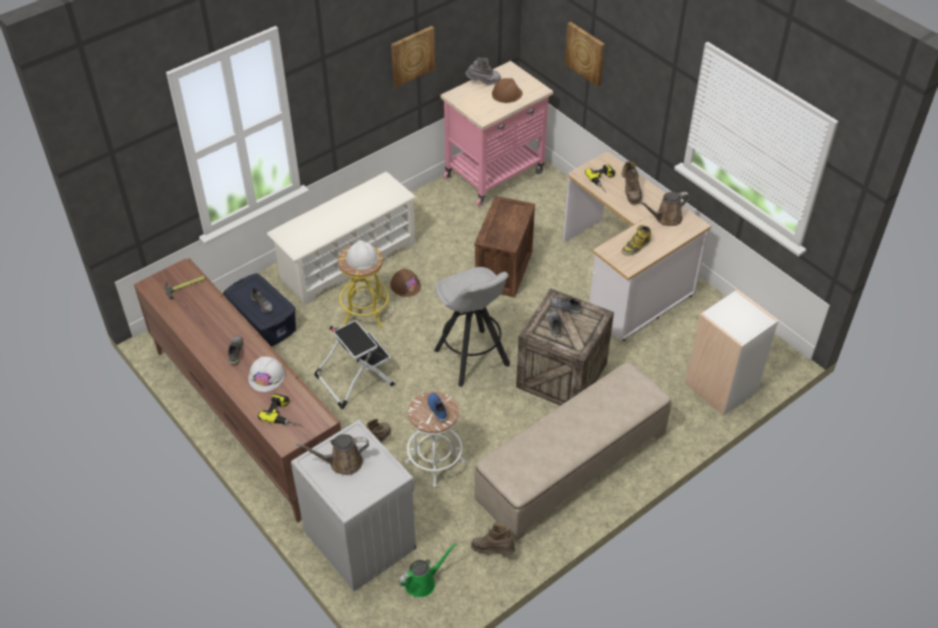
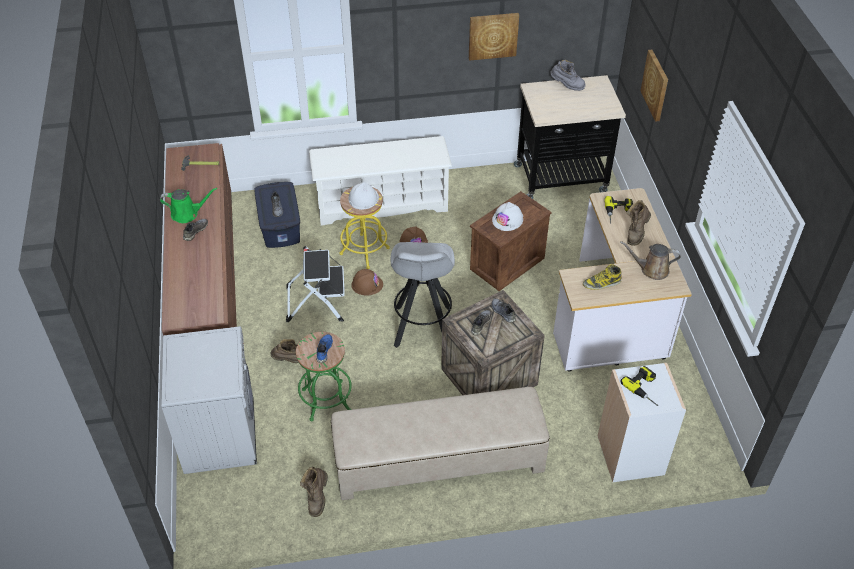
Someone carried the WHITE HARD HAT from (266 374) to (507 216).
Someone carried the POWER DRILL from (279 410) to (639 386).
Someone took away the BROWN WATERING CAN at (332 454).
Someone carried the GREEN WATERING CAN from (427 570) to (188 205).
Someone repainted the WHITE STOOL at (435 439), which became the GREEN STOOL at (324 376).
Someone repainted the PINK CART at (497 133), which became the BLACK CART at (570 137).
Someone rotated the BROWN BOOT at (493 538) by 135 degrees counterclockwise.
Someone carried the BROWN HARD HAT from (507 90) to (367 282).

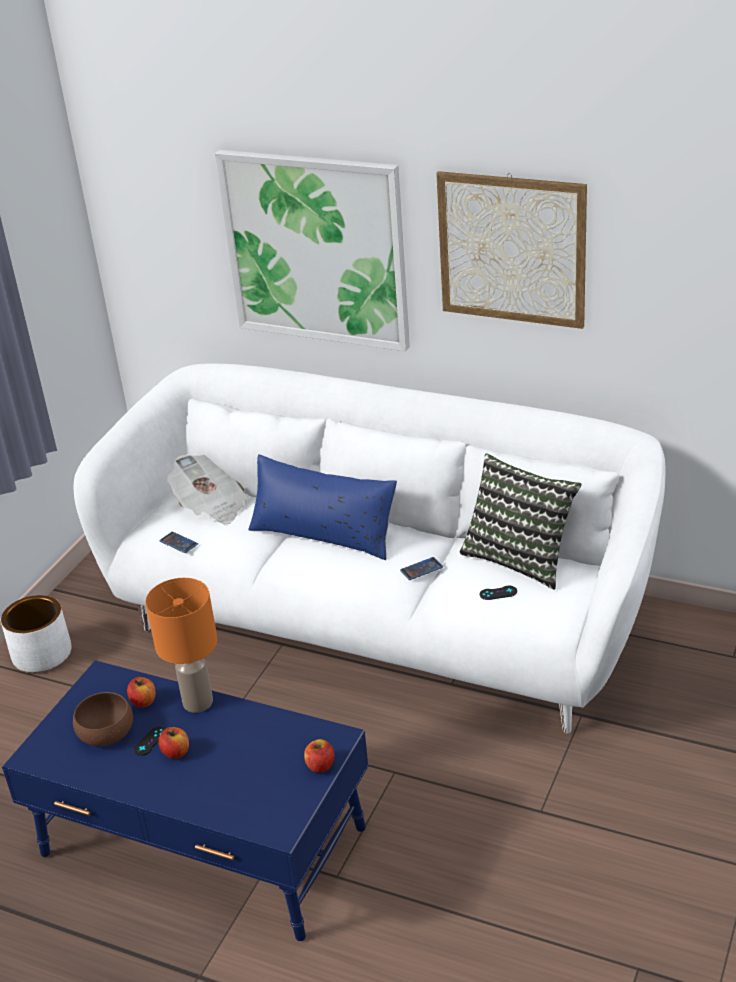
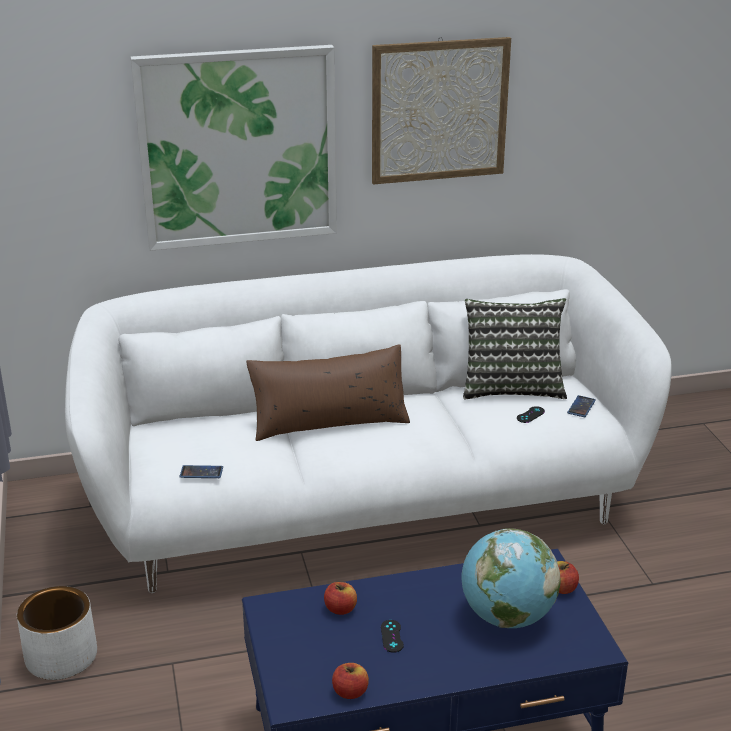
Someone took away the BROWN BOWL at (103 719).
Someone took away the ORANGE TABLE LAMP at (181 645).
Someone carried the APPLE from (173 743) to (350 681).
Someone took away the NEWSPAPER at (208 489).
Someone repainted the BLUE PILLOW at (322 507), which became the BROWN PILLOW at (328 392).
Someone carried the PHONE from (421 568) to (581 406).
Someone put down the GLOBE at (511 578).

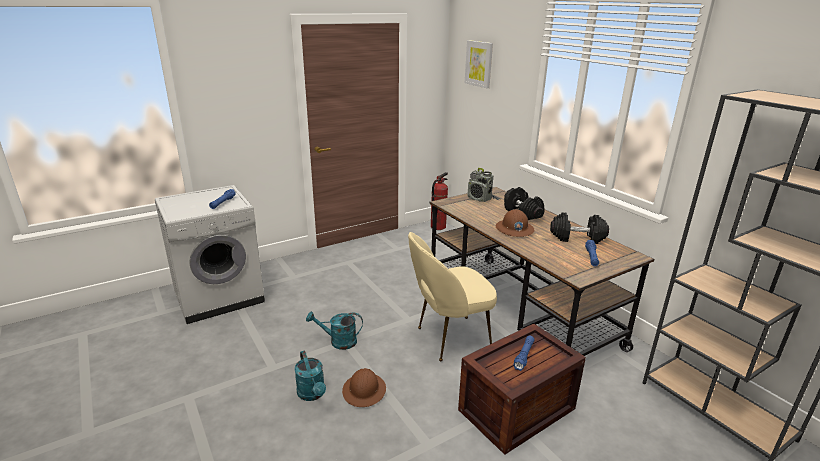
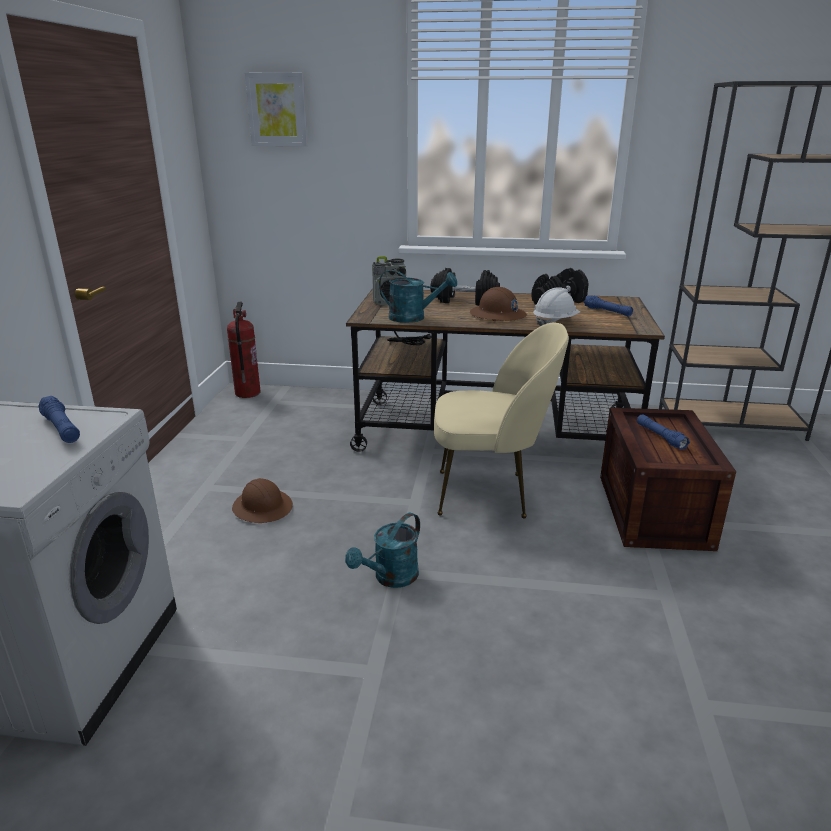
Someone carried the TURQUOISE WATERING CAN from (310 376) to (418 296).
Someone carried the BROWN HARD HAT from (364 387) to (262 500).
Someone rotated the BEIGE CHAIR at (452 297) by 105 degrees counterclockwise.
Someone put down the WHITE HARD HAT at (556 306).

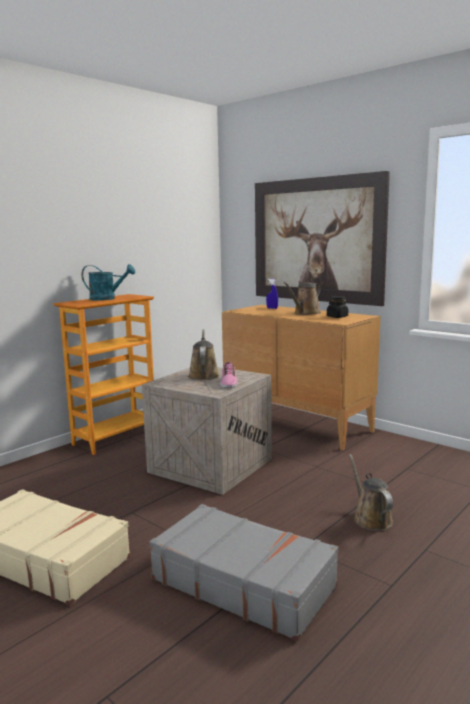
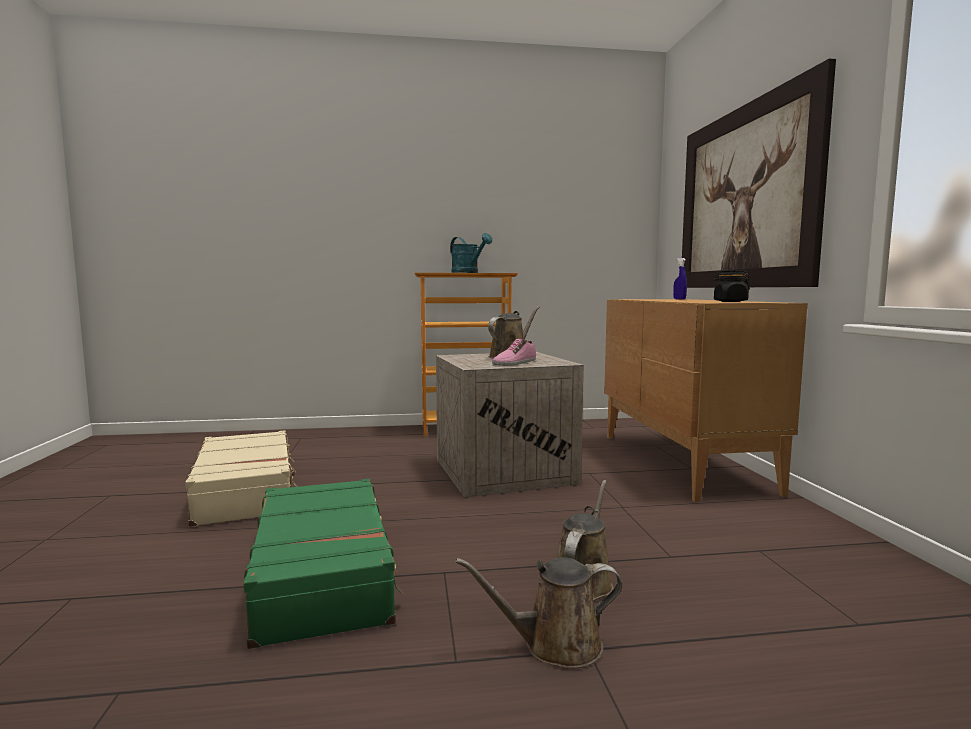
Someone repainted the GREY SUITCASE at (243 572), which became the GREEN SUITCASE at (324 564).
Someone carried the BROWN WATERING CAN from (302 298) to (539 613).

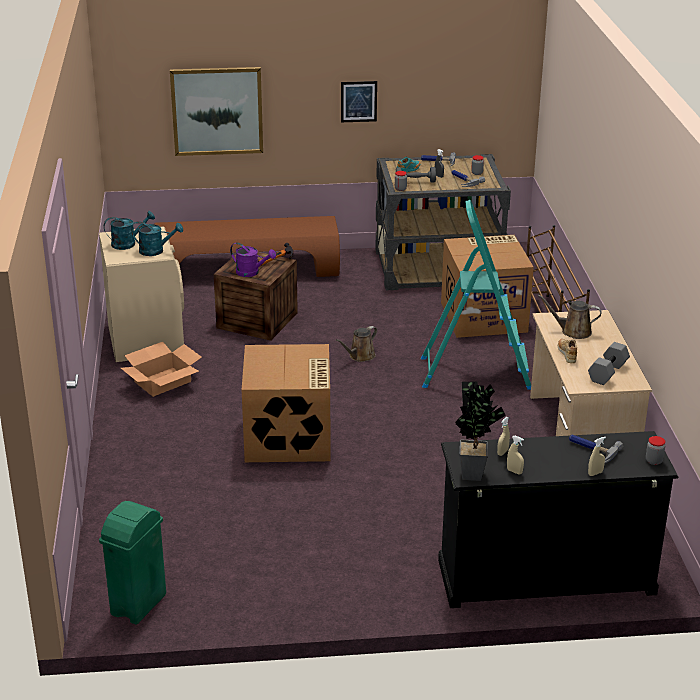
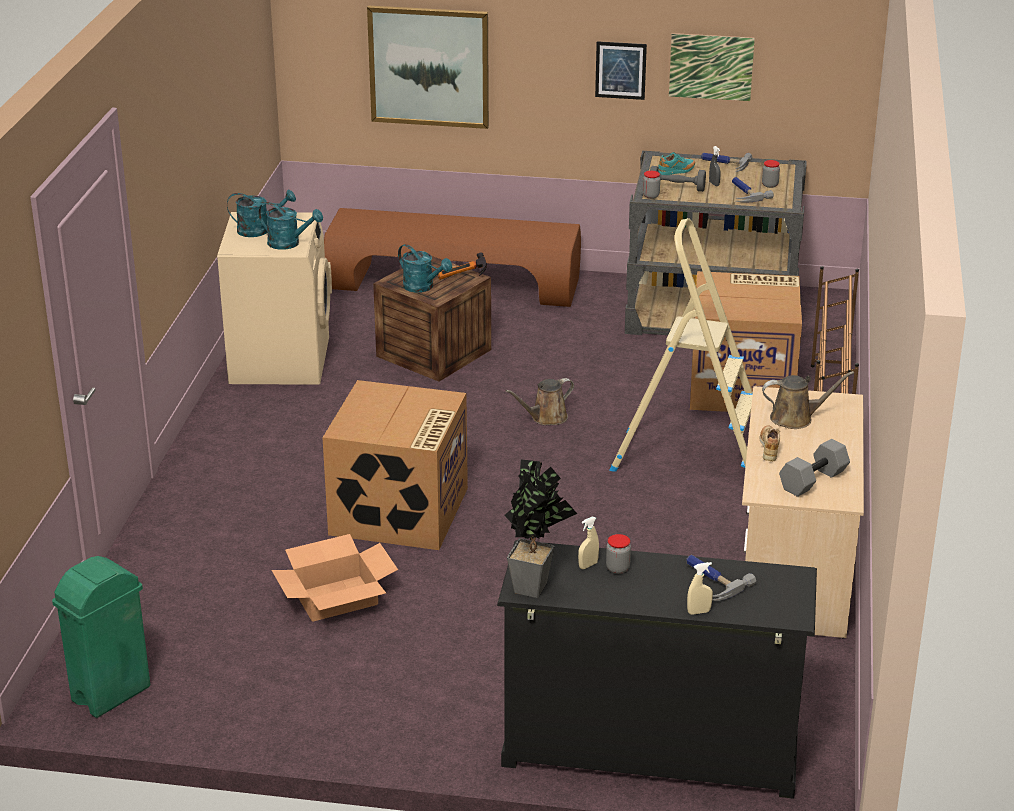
Someone carried the CARDBOARD BOX from (161 369) to (335 578).
Someone repainted the PURPLE WATERING CAN at (253 259), which became the TURQUOISE WATERING CAN at (425 268).
Someone repainted the TURQUOISE STEP LADDER at (476 295), which became the BEIGE STEP LADDER at (681 345).
Someone took away the BEIGE SPRAY BOTTLE at (515 455).
Someone rotated the BROWN WATERING CAN at (570 316) by 150 degrees clockwise.
Someone carried the JAR from (656 450) to (618 554).
Someone put up the PICTURE at (712 67).

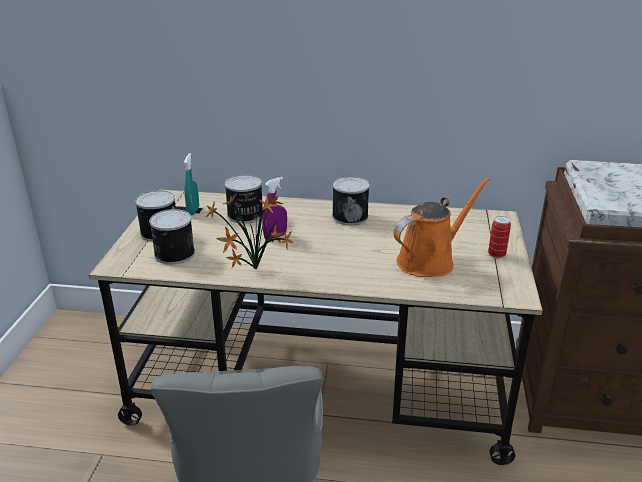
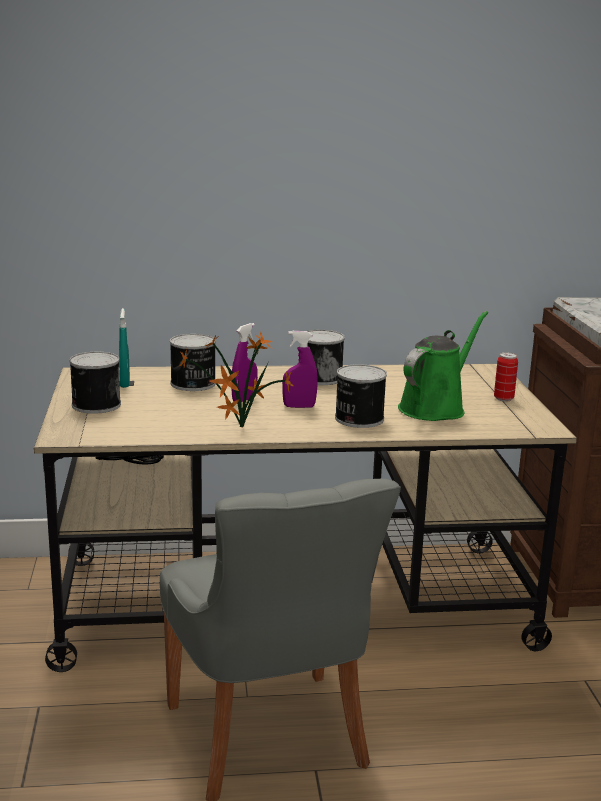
Someone carried the CAN from (172 237) to (361 396).
Someone repainted the ORANGE WATERING CAN at (442 227), which became the GREEN WATERING CAN at (443 366).
Someone put down the PURPLE SPRAY BOTTLE at (300 369).

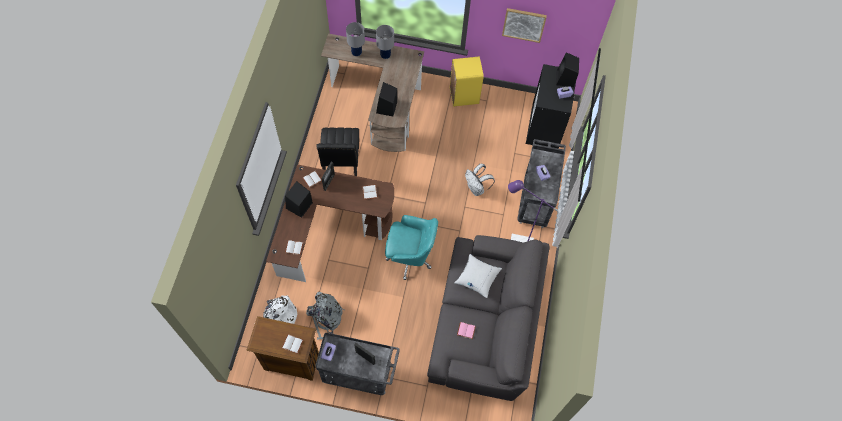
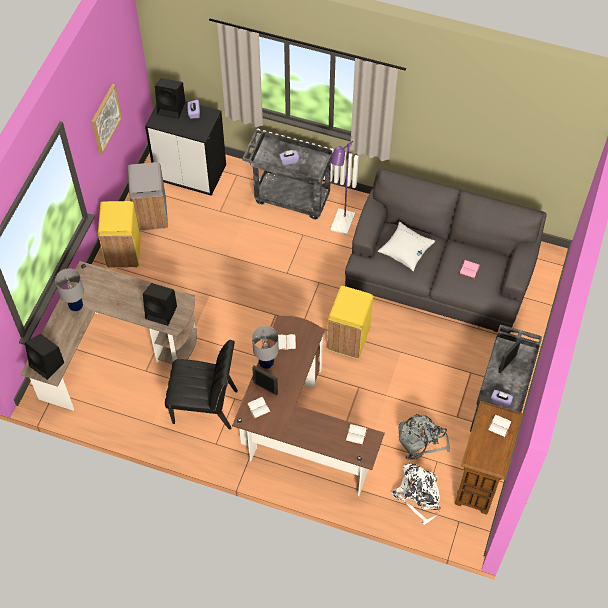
Someone carried the BLACK SPEAKER from (299 199) to (44 357).
Someone carried the GREY TABLE LAMP from (355 39) to (265 347).
Someone swapped the TURQUOISE OFFICE CHAIR at (411 247) for the YELLOW TRASH CAN at (350 322).
Someone took away the WHITE BACKPACK at (480 180).
Someone put down the GREY TRASH CAN at (148 196).

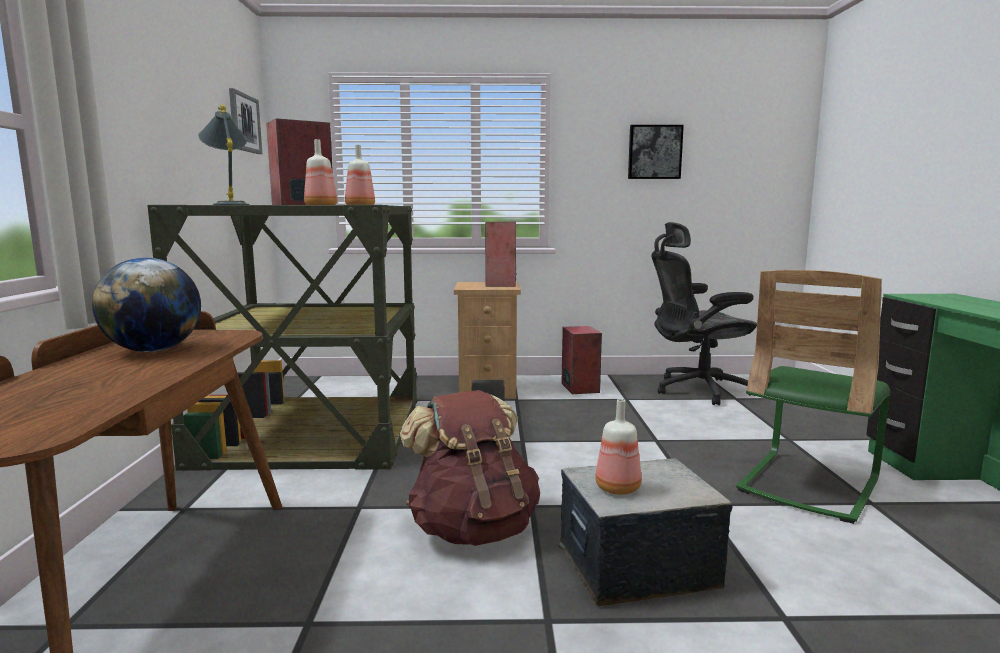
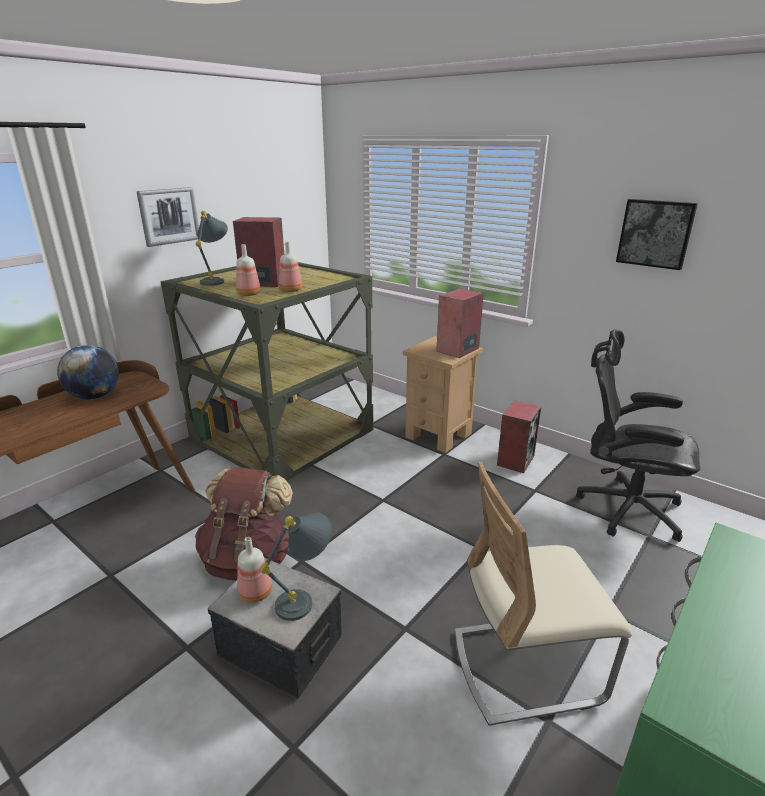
Someone carried the PICTURE from (245 121) to (167 217).
Someone repainted the GREEN CHAIR at (813 397), which became the BEIGE CHAIR at (543 593).
Someone put down the GREY TABLE LAMP at (296 567).

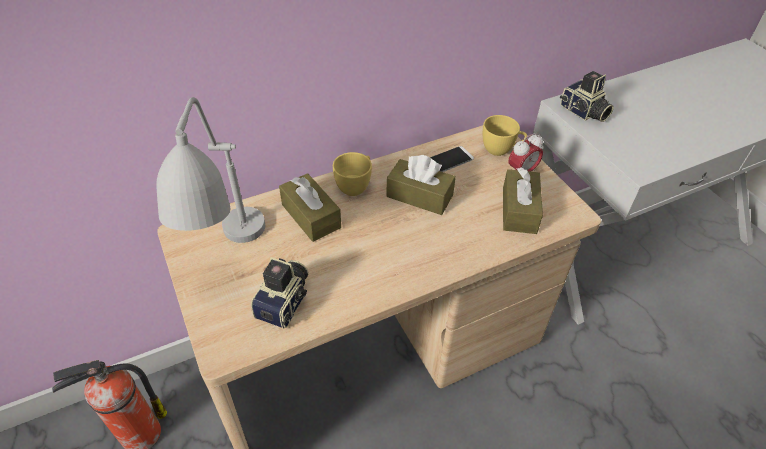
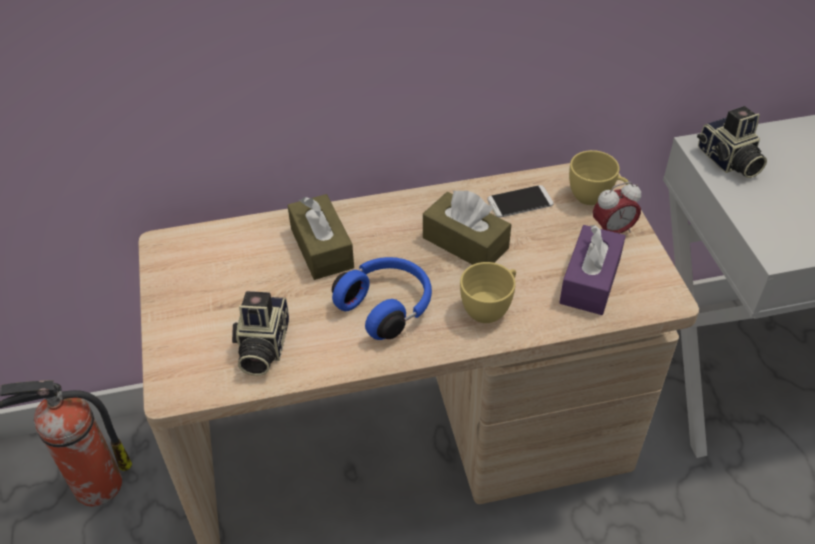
Someone took away the GREY TABLE LAMP at (211 170).
Someone rotated the PHOTO CAMERA at (280 293) by 150 degrees clockwise.
Someone carried the YELLOW CUP from (352 174) to (488 292).
Someone repainted the BROWN TISSUE BOX at (523 201), which became the PURPLE TISSUE BOX at (592 270).
Someone put down the BLUE HEADPHONES at (382 298).

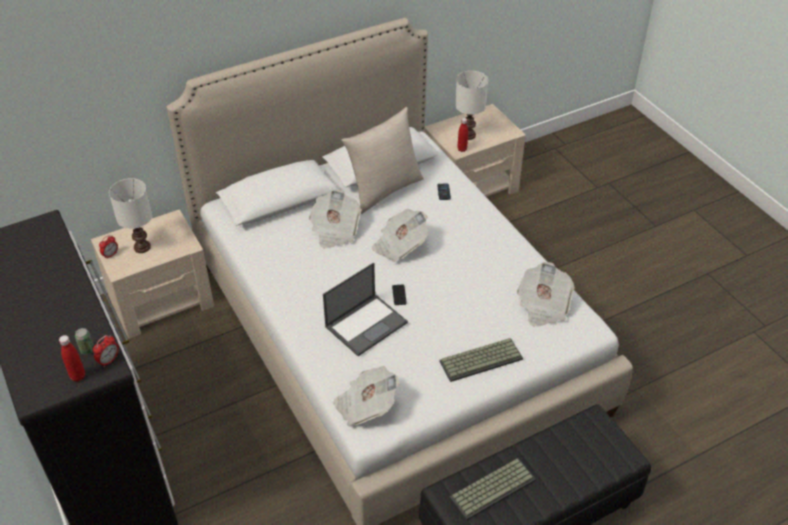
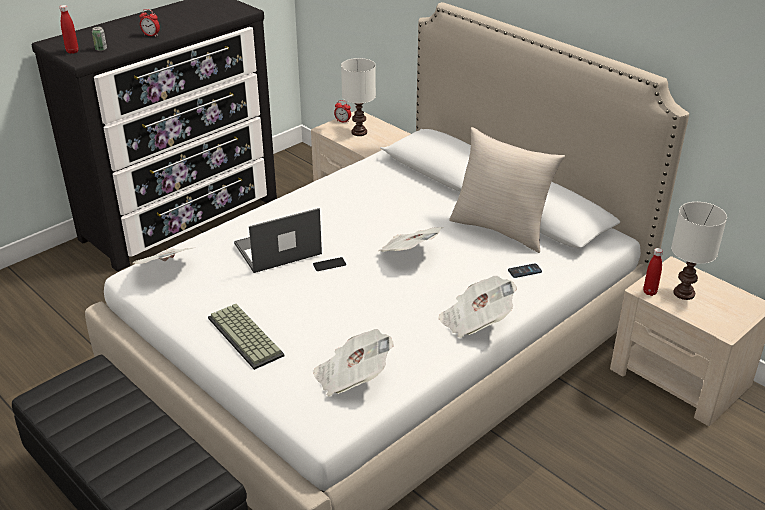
Someone carried the ALARM CLOCK from (106 351) to (149 23).
Someone carried the NEWSPAPER from (335 219) to (477 307).
Someone rotated the LAPTOP at (365 309) by 120 degrees clockwise.
Someone took away the KEYBOARD at (493 489).

